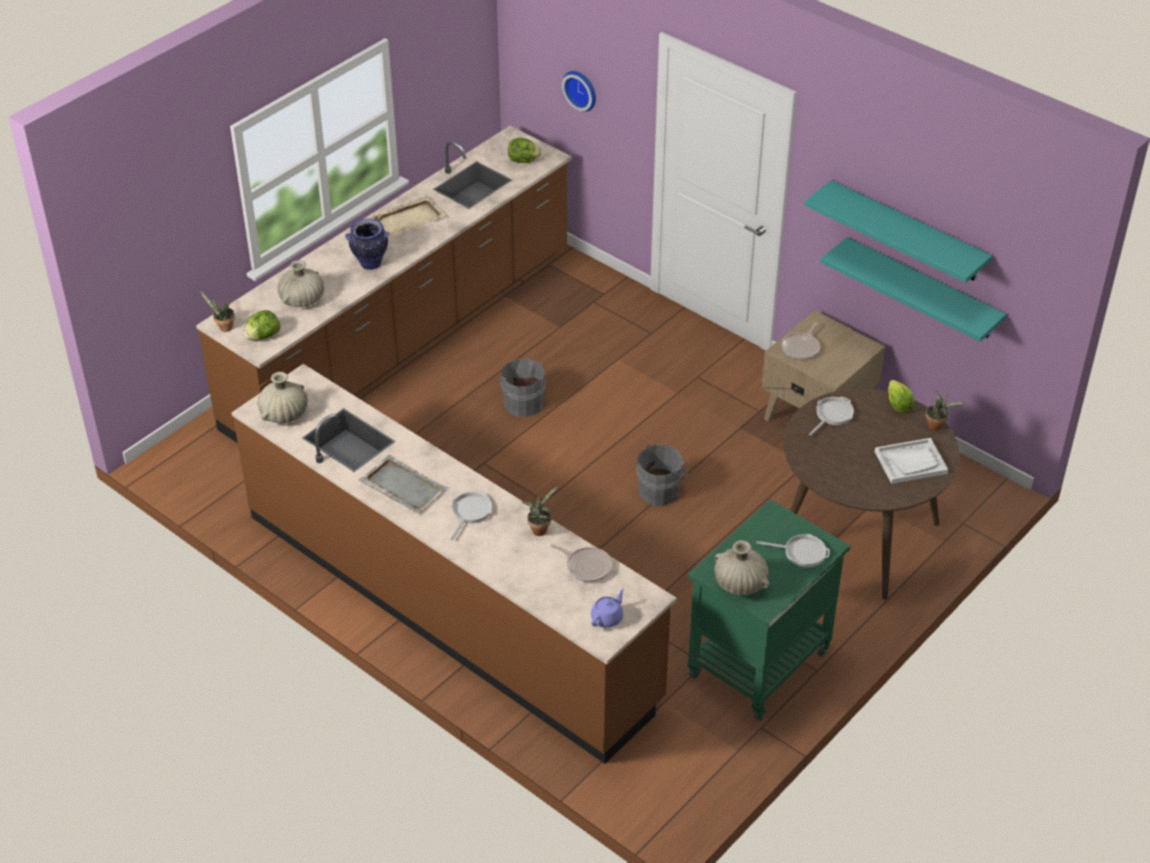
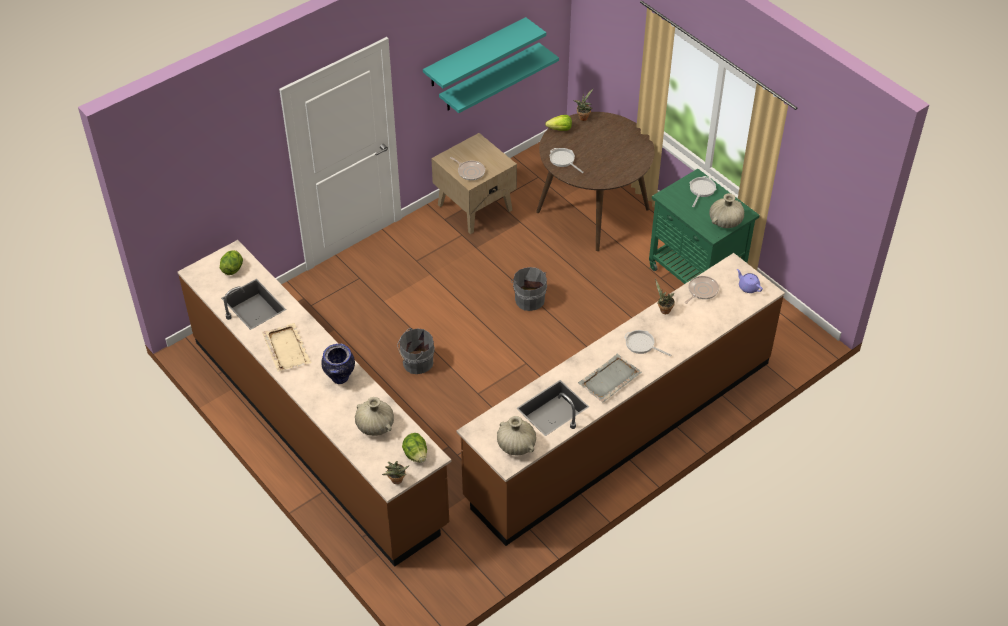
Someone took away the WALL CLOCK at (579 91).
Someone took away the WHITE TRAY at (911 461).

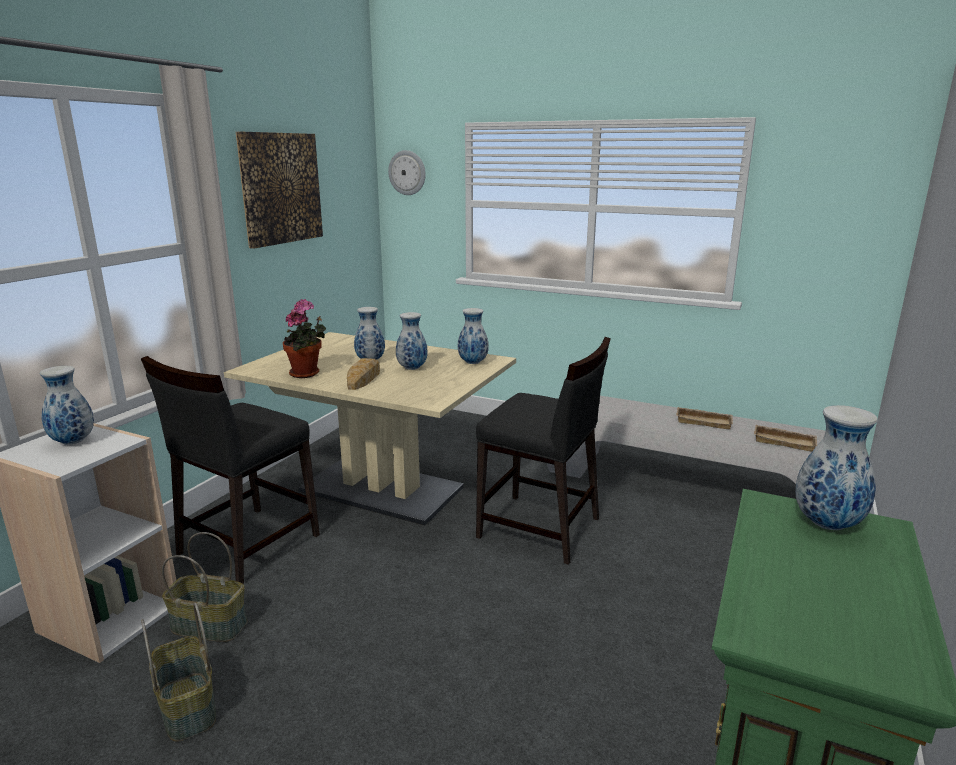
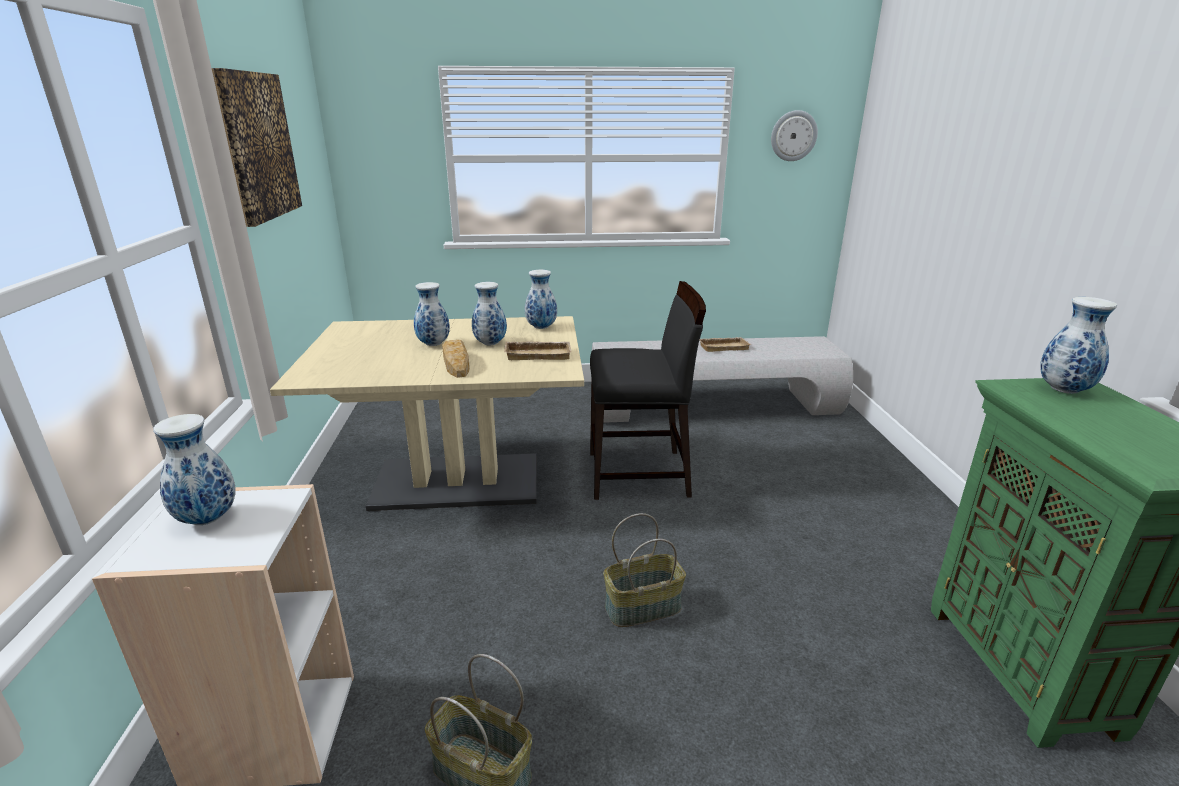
Someone took away the BLACK CHAIR at (230 470).
Someone carried the BASKET from (205 587) to (644 570).
Someone took away the POTTED PLANT at (304 338).
Someone carried the WALL CLOCK from (407 172) to (794 135).
Someone carried the BEIGE TRAY from (785 438) to (537 350).

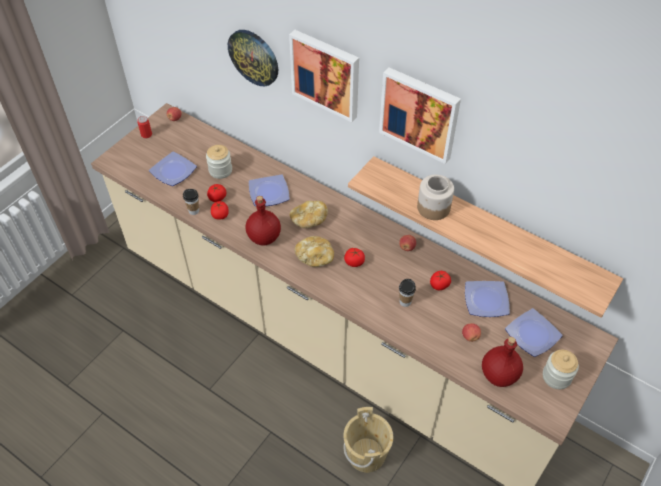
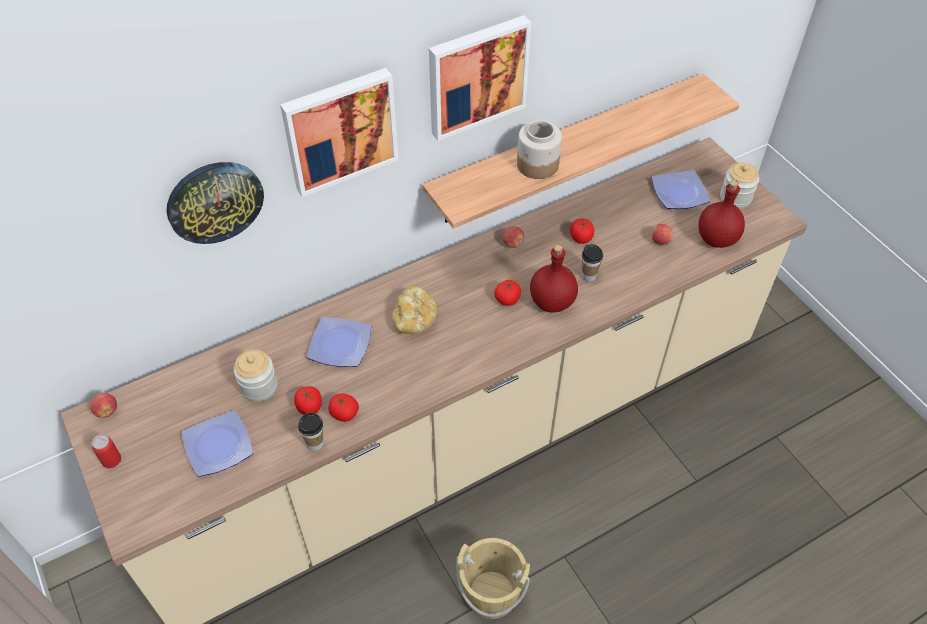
Someone carried the RED BOTTLE from (263 220) to (554 279).
Someone took away the BREAD at (314 251).
Someone carried the BEIGE BUCKET from (368 440) to (493 578).
Someone took away the PLATE at (487 299).

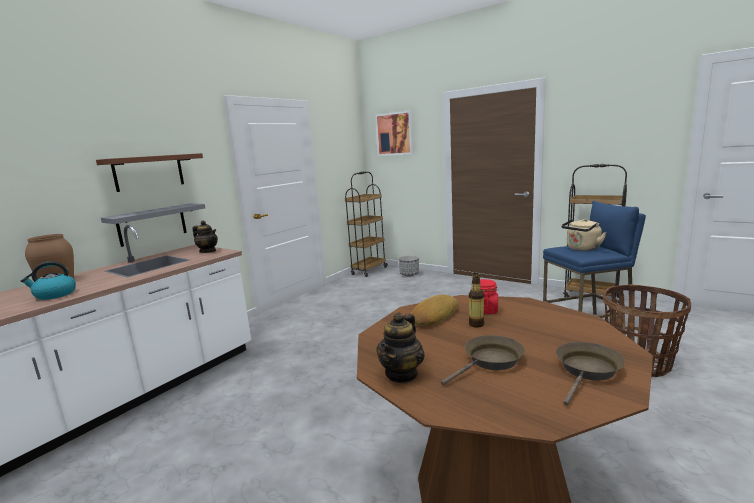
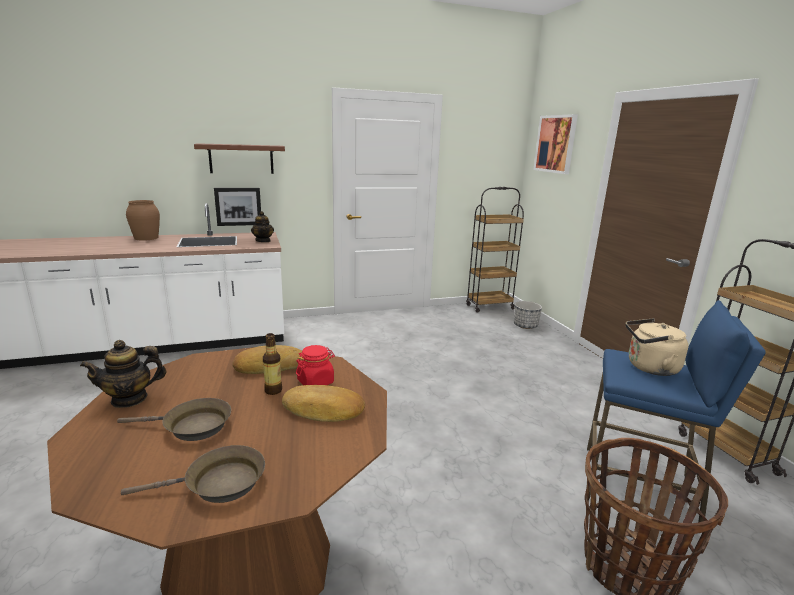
Someone took away the KETTLE at (48 280).
Someone swapped the GREY SHELF at (153 225) for the PICTURE at (237 207).
Someone put down the BREAD at (323 403).

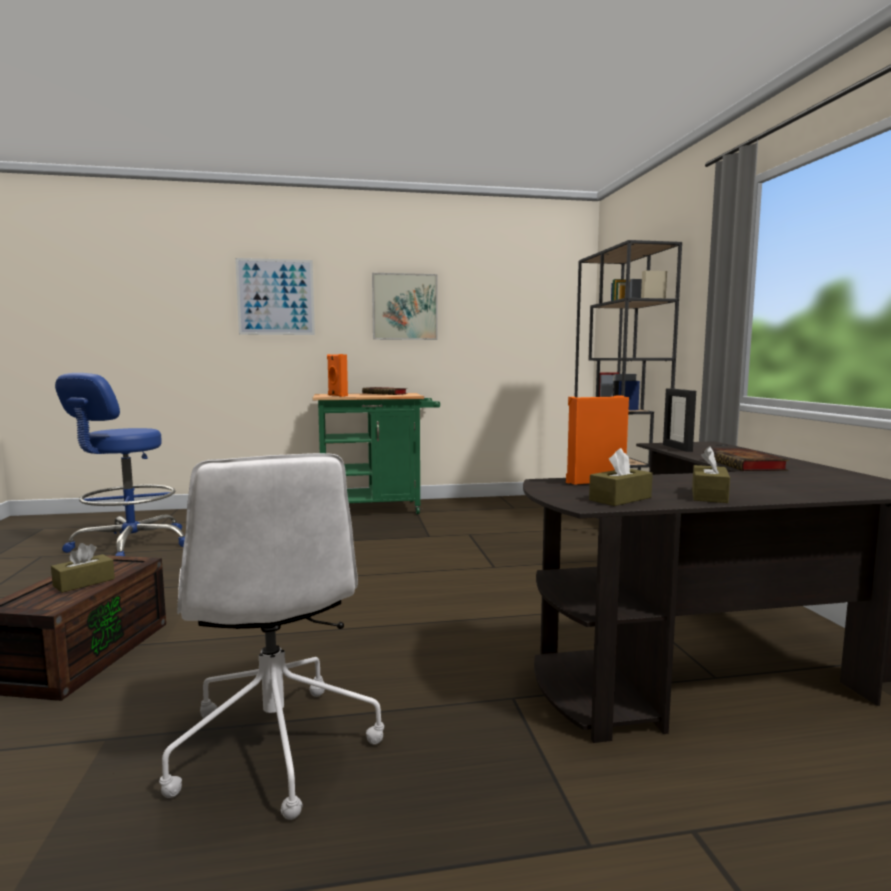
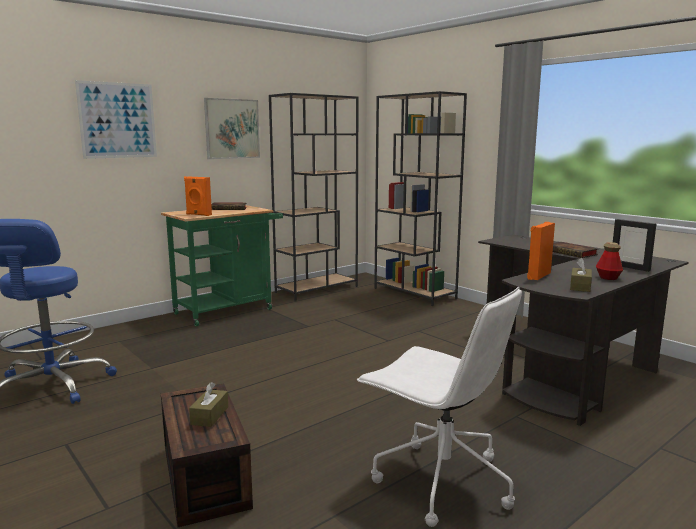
Someone carried the PICTURE FRAME from (679 420) to (634 245).
Someone swapped the BROWN TISSUE BOX at (711 474) for the BOTTLE at (609 261).
Someone put down the BOOKCASE at (314 197).

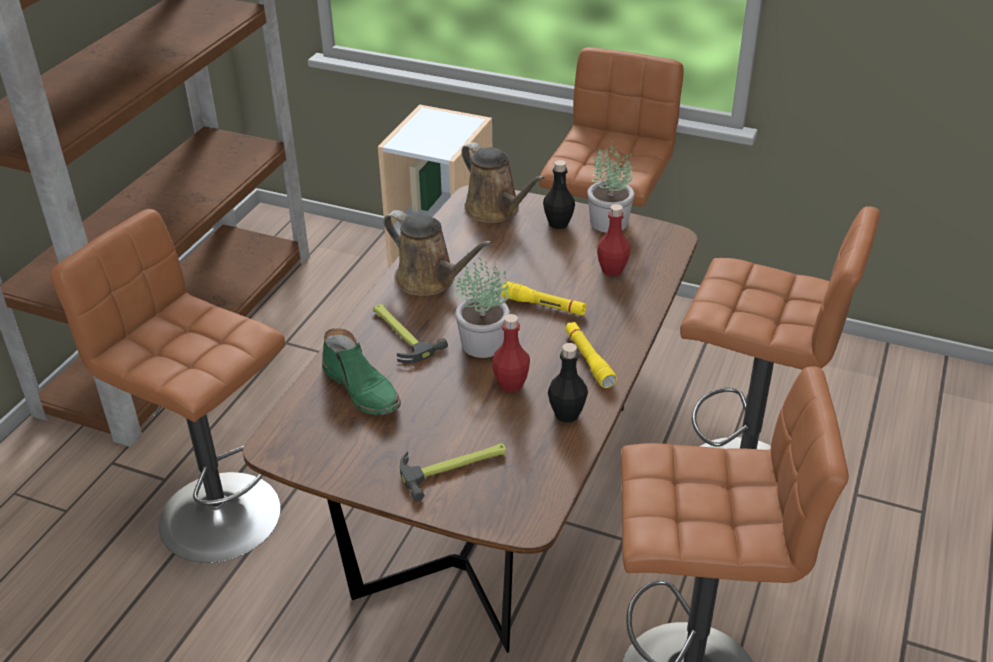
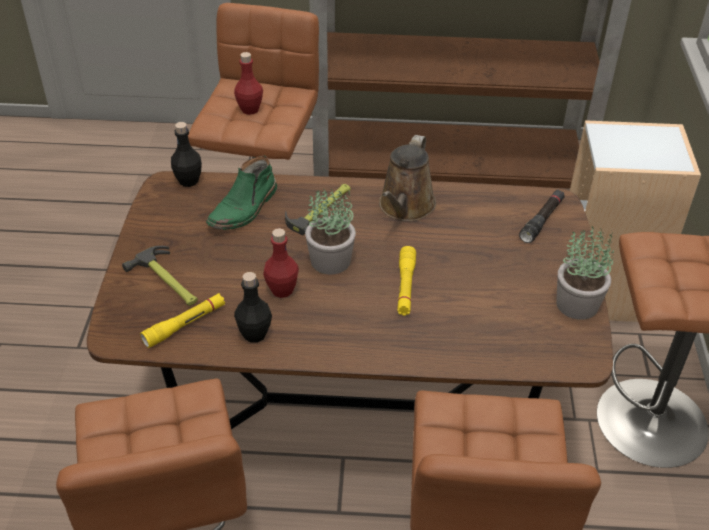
Someone swapped the BROWN WATERING CAN at (503 182) for the BLACK FLASHLIGHT at (542 216).
Someone carried the BLACK BOTTLE from (559 194) to (186 154).
Someone carried the YELLOW FLASHLIGHT from (591 355) to (182 320).
Someone carried the RED BOTTLE from (613 240) to (248 83).

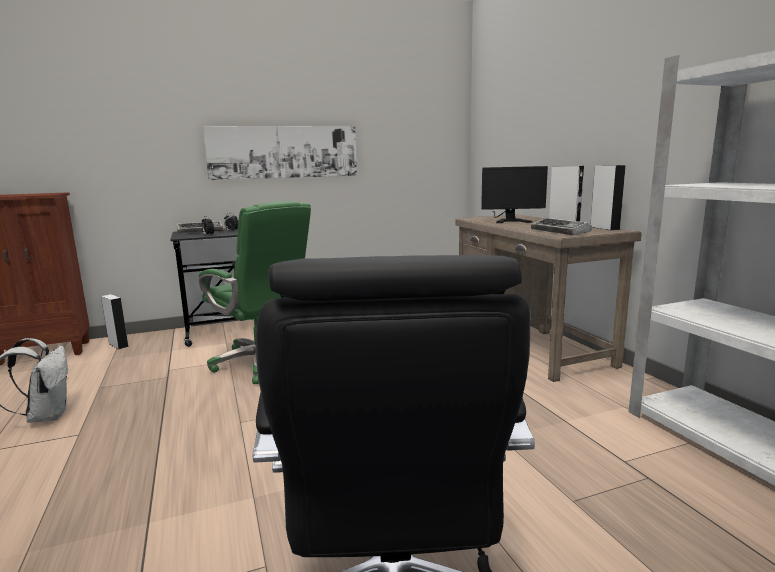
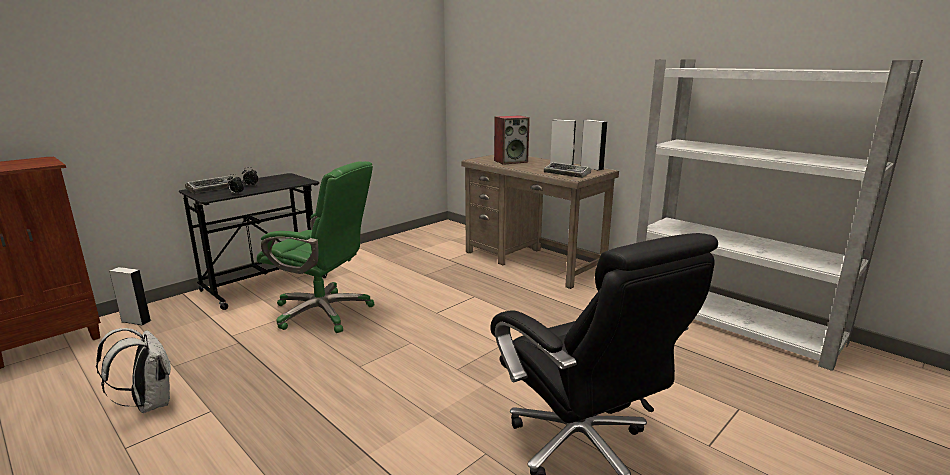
Someone took away the PICTURE at (280 153).
Someone swapped the MONITOR at (514 194) for the SPEAKER at (512 140).

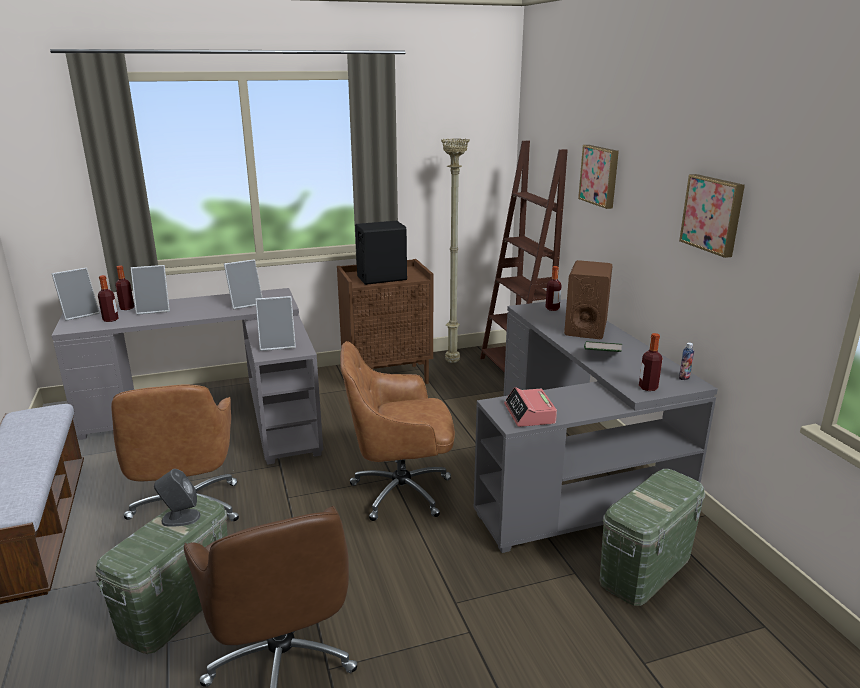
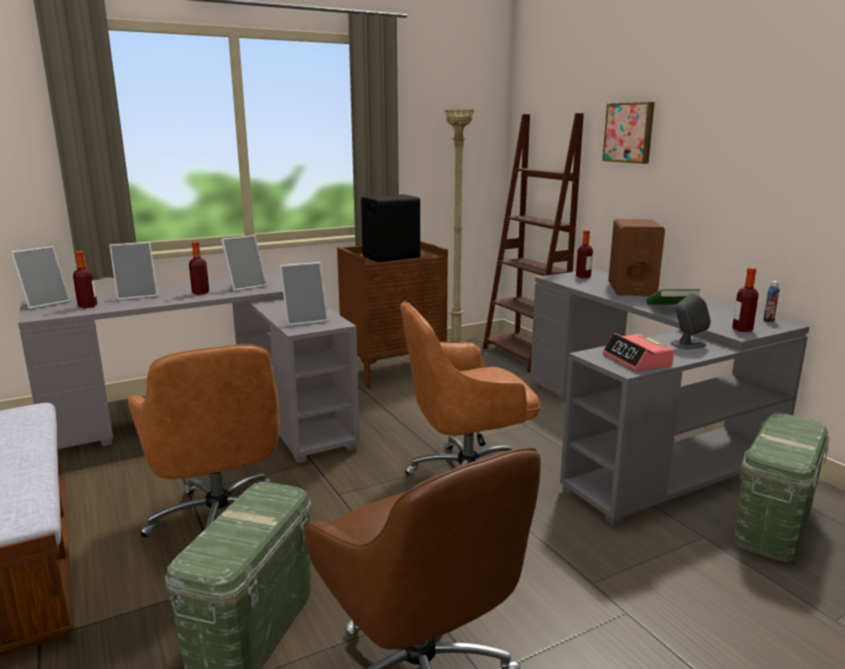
Someone carried the BOTTLE from (124 287) to (199 268).
Someone carried the GREY SPEAKER from (177 498) to (691 321).
Someone took away the PICTURE at (712 216).

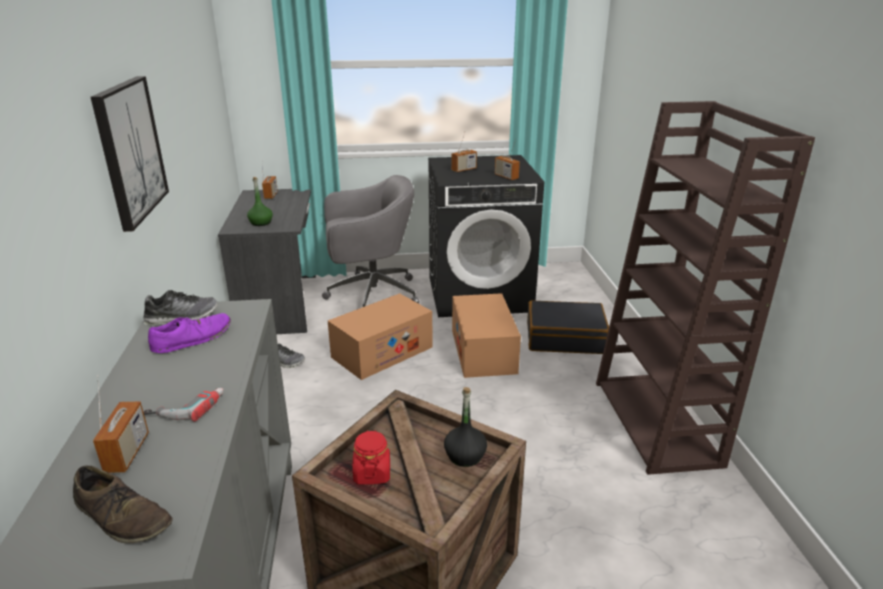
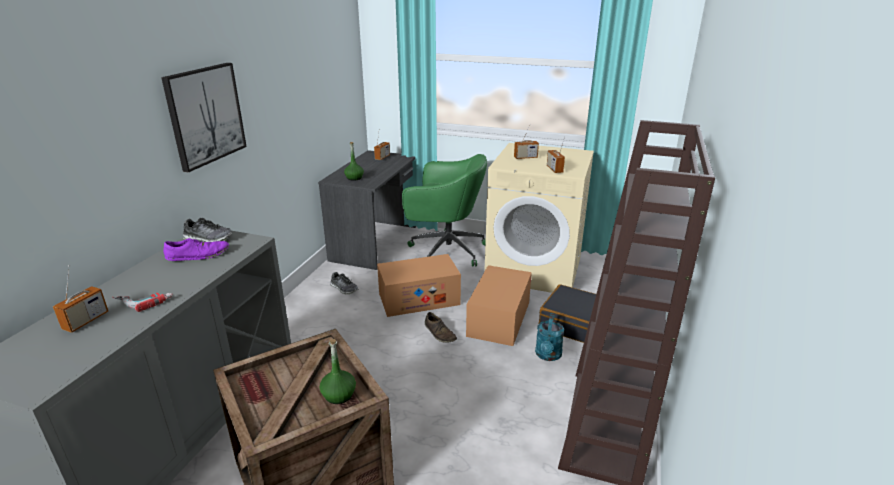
Someone carried the BROWN SHOE from (123 504) to (441 327).
Someone repainted the GREY OFFICE CHAIR at (370 241), which became the GREEN OFFICE CHAIR at (444 210).
Someone took away the RED JAR at (371 457).
Someone repainted the BLACK WASHING MACHINE at (486 236), which became the BEIGE WASHING MACHINE at (539 218).
Someone repainted the BLACK BOTTLE at (465 427), which became the GREEN BOTTLE at (338 371).
Someone put down the TURQUOISE WATERING CAN at (549 337).

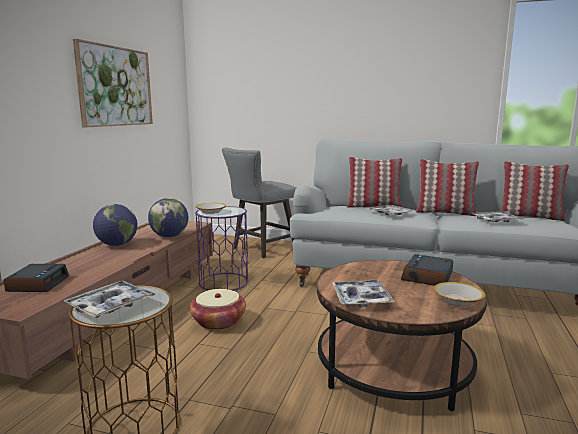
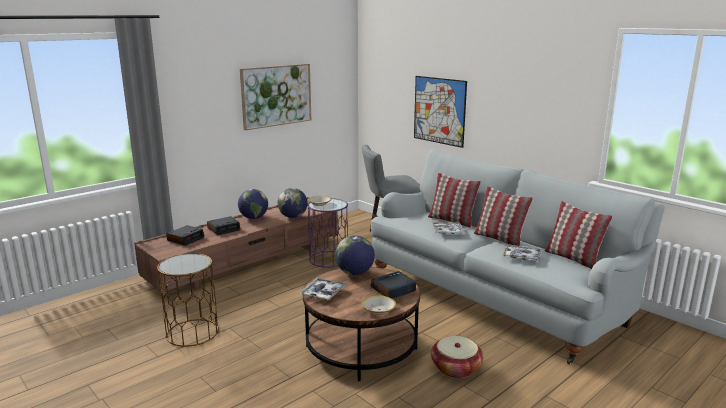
Someone took away the TRAY at (110 299).
Someone carried the BASKET from (218 309) to (457 357).
Someone put down the ALARM CLOCK at (224 225).
Someone put down the GLOBE at (355 255).
Someone put up the PICTURE at (440 112).

